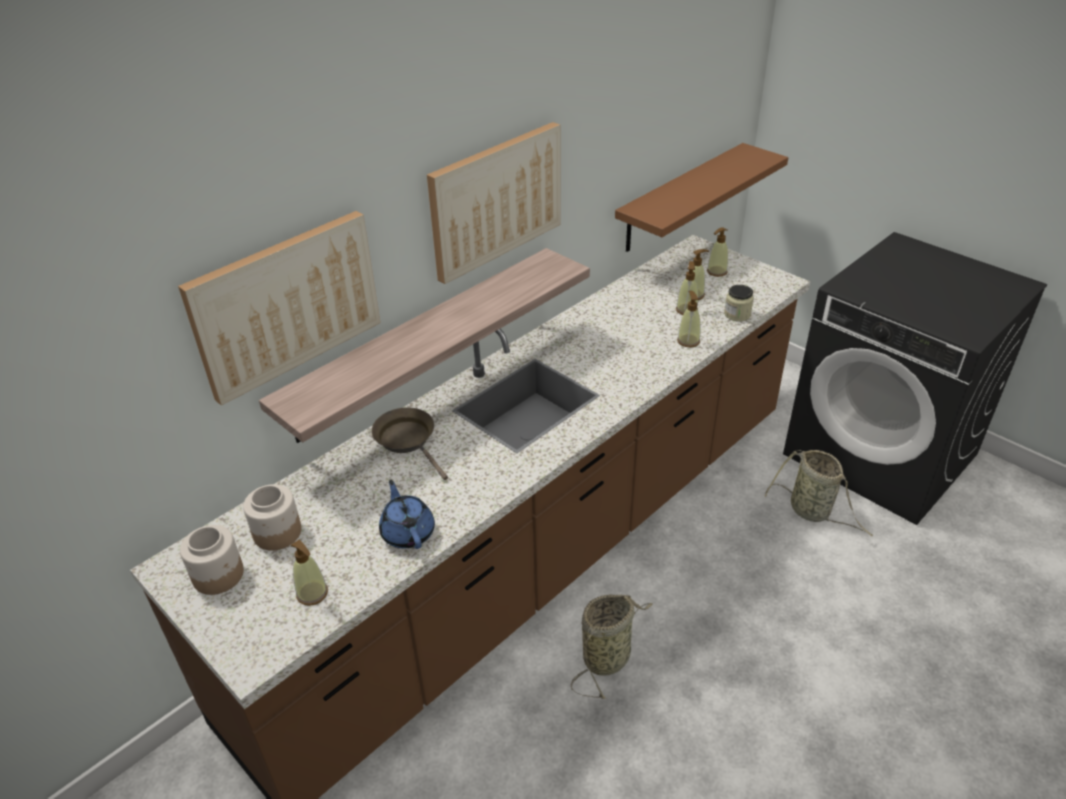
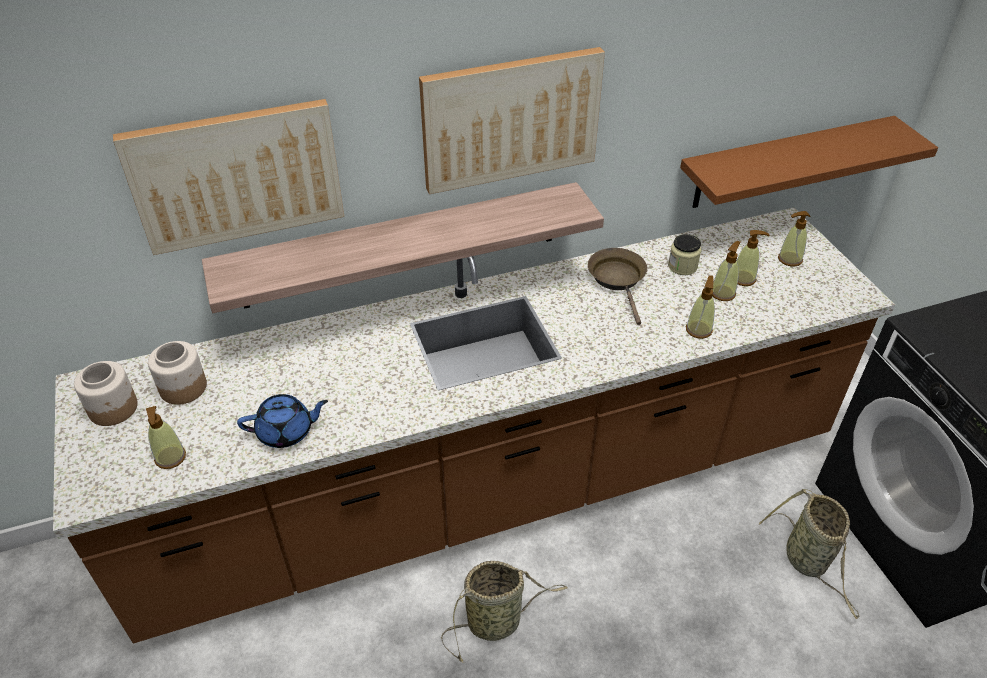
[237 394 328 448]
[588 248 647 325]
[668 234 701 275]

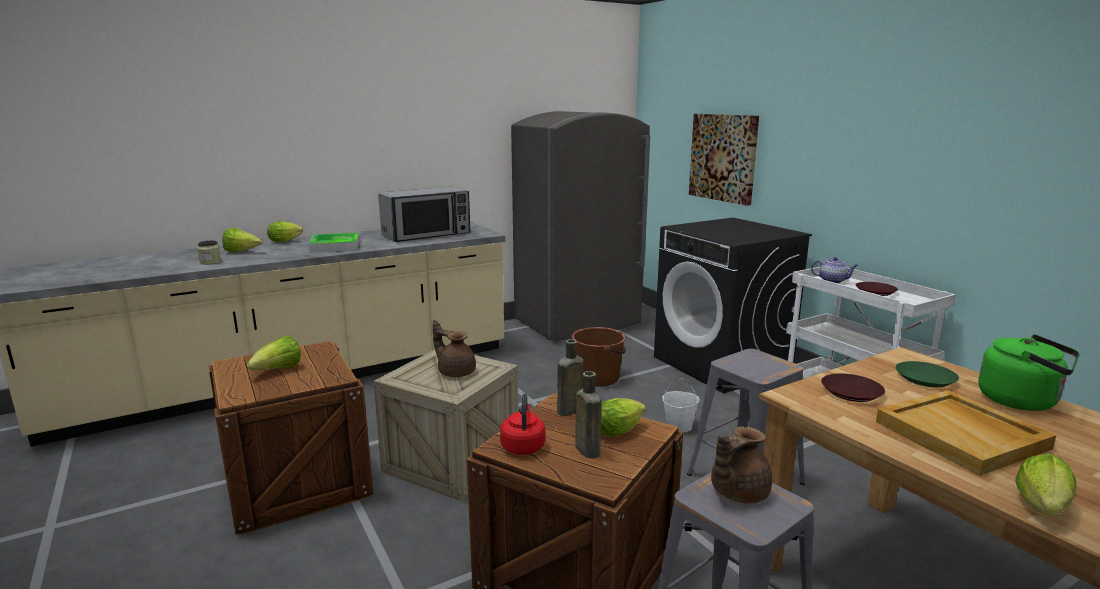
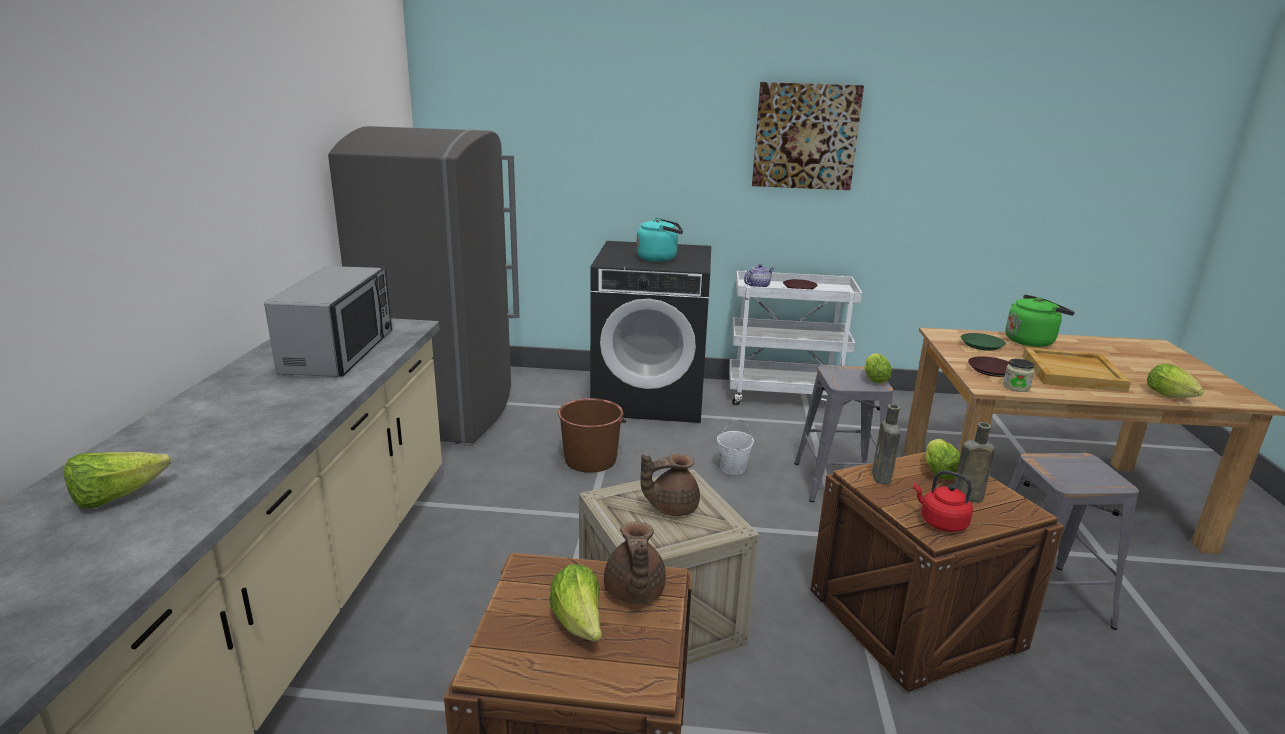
[604 522 666 604]
[636 218 683 262]
[752 82 864 190]
[864 353 892 383]
[1003 359 1035 392]
[308 233 359 253] (first image)

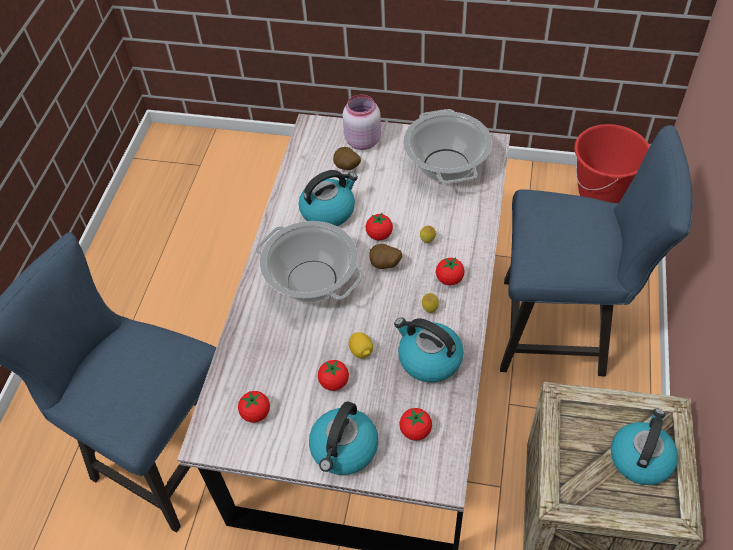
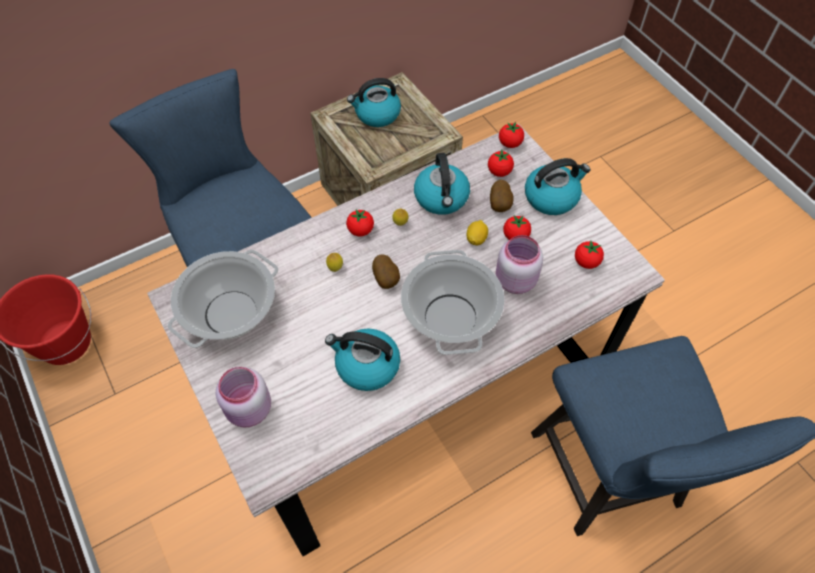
[490 180 513 212]
[496 235 543 294]
[499 122 524 148]

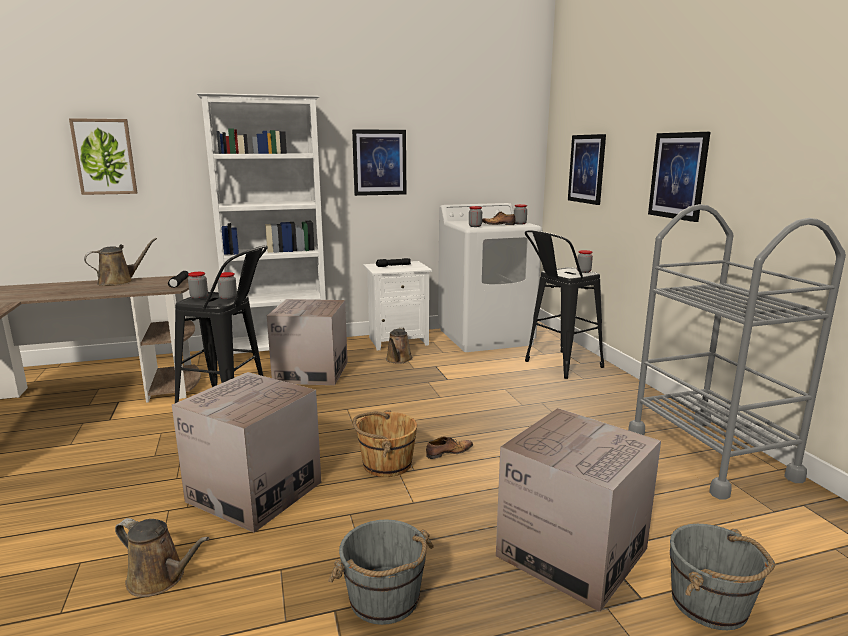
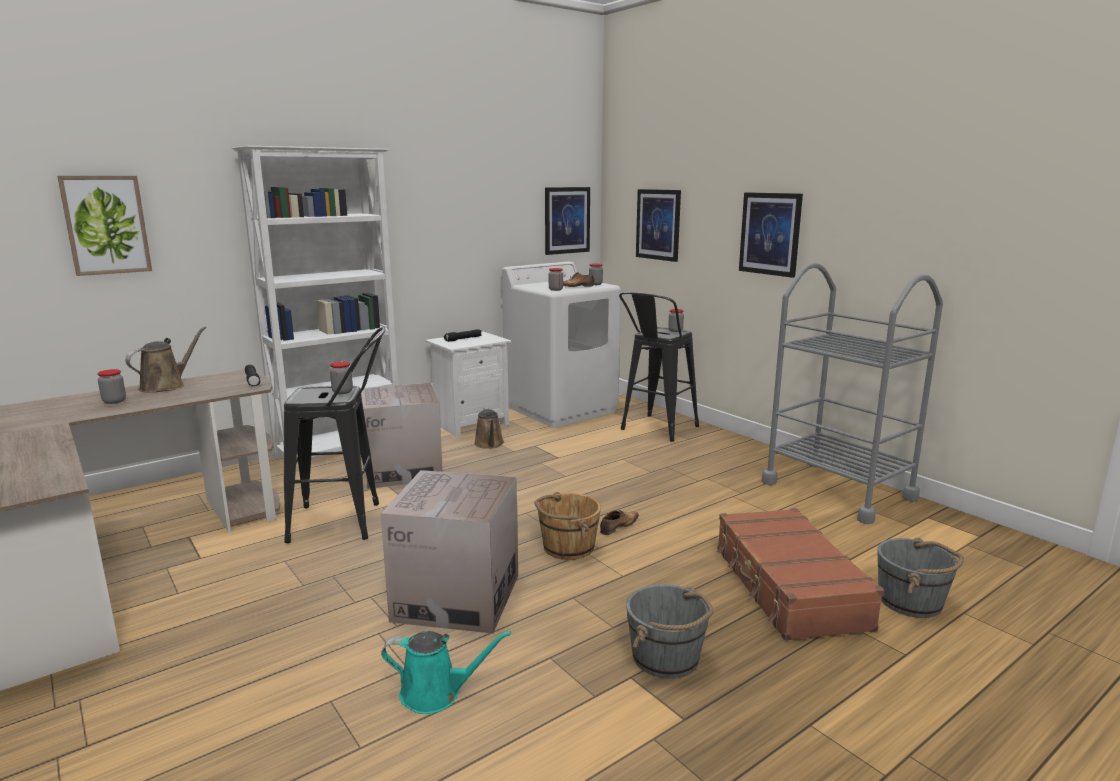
[97 369 126 404]
[381 631 511 714]
[545 187 590 255]
[717 508 884 640]

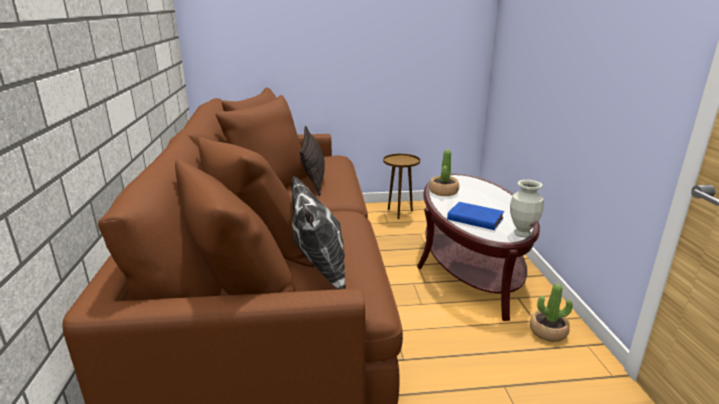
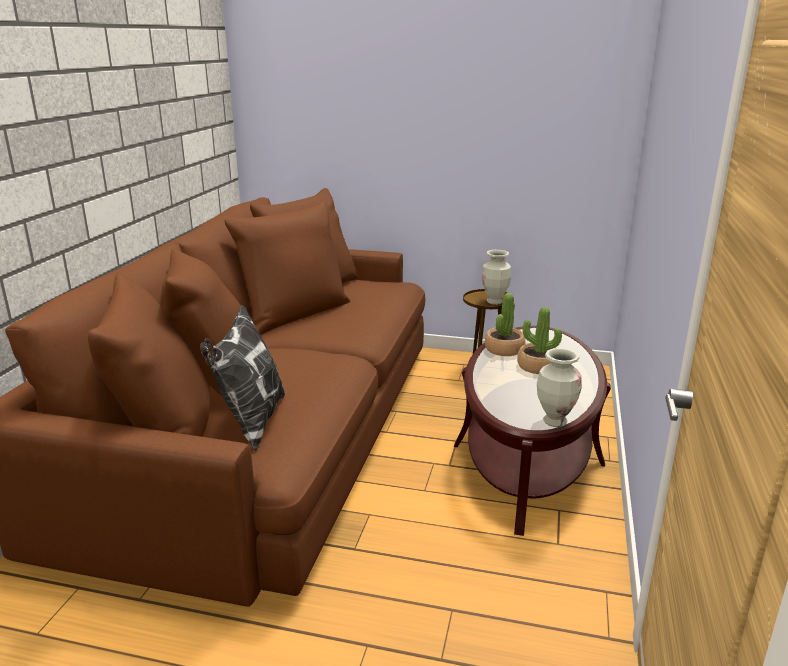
[482 250 511 305]
[517 307 562 374]
[300 126 325 196] (first image)
[447 202 504 230] (first image)

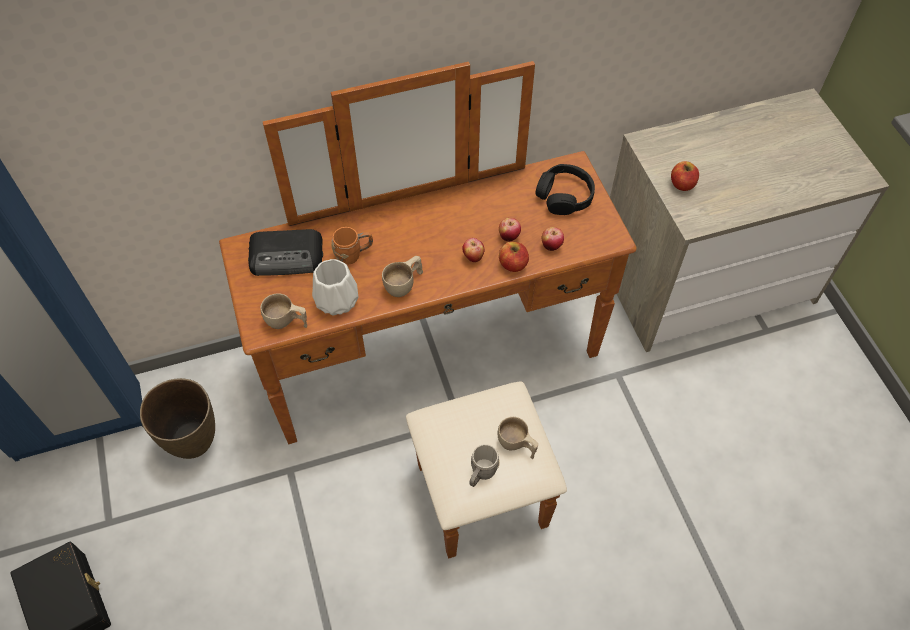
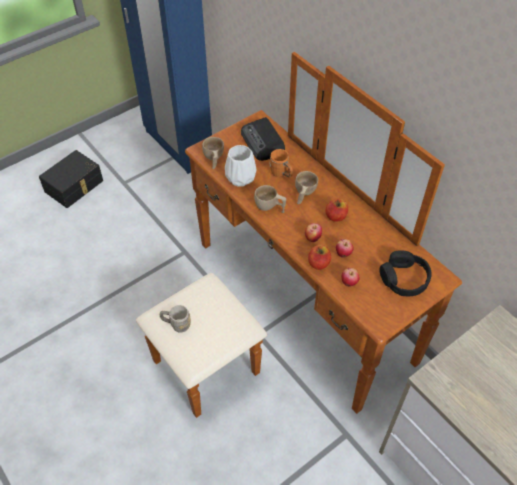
[295 171 318 204]
[326 198 348 222]
[140 378 215 459] (first image)

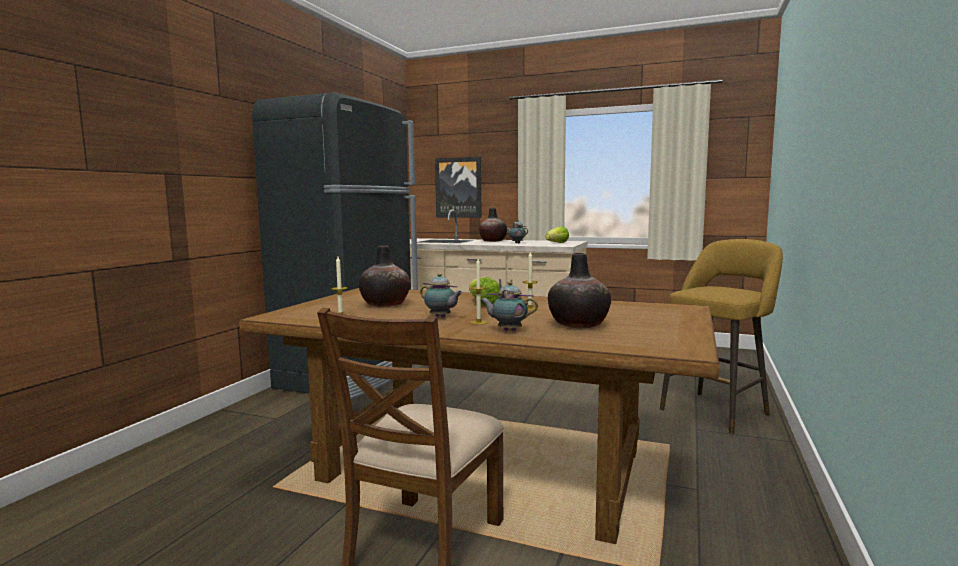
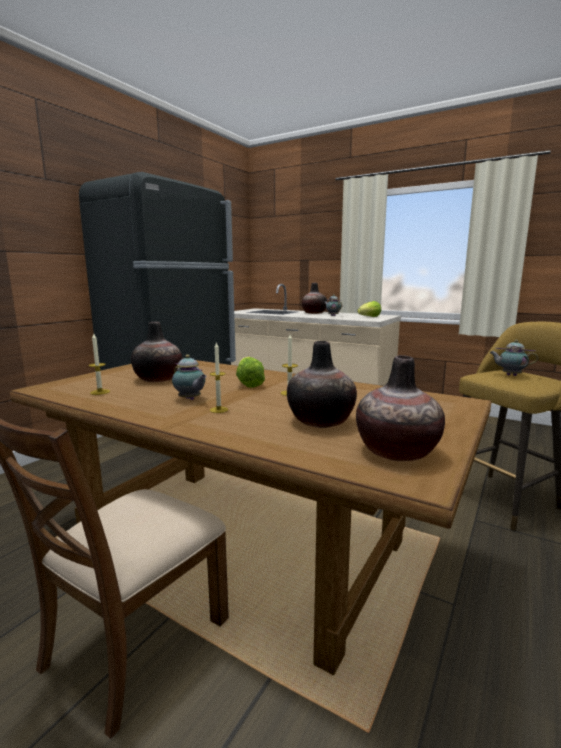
[356 355 445 461]
[489 340 538 376]
[435 157 482 218] (first image)

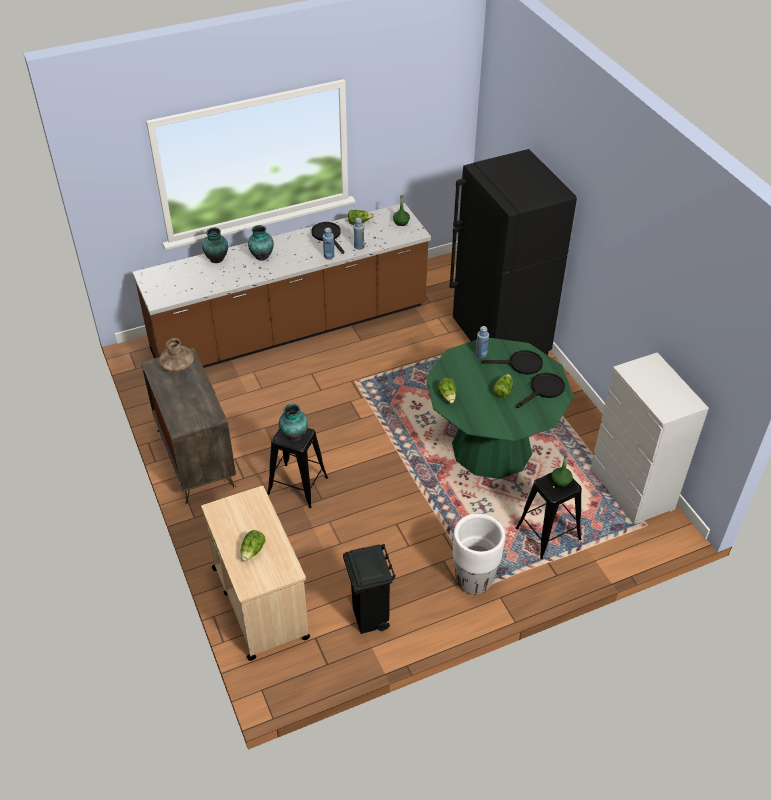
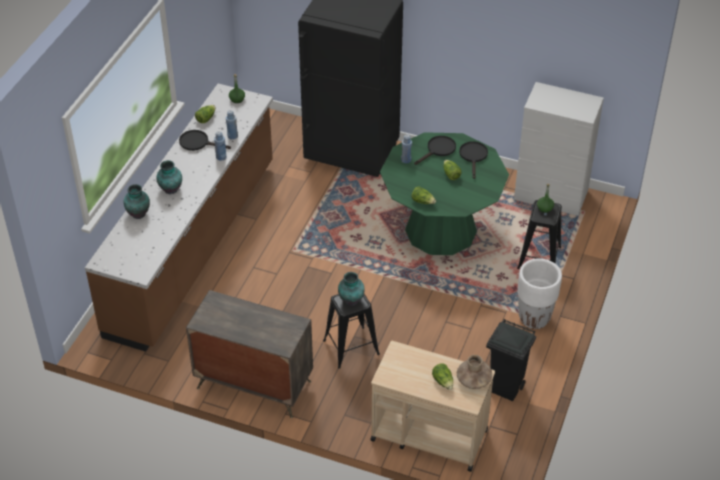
[457 355 492 389]

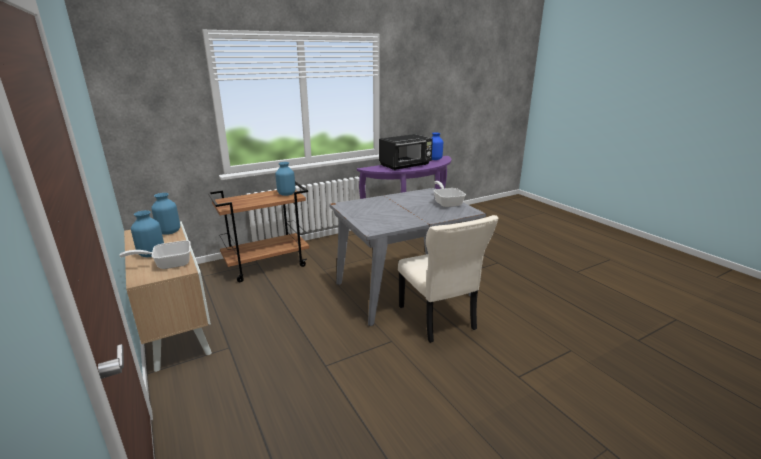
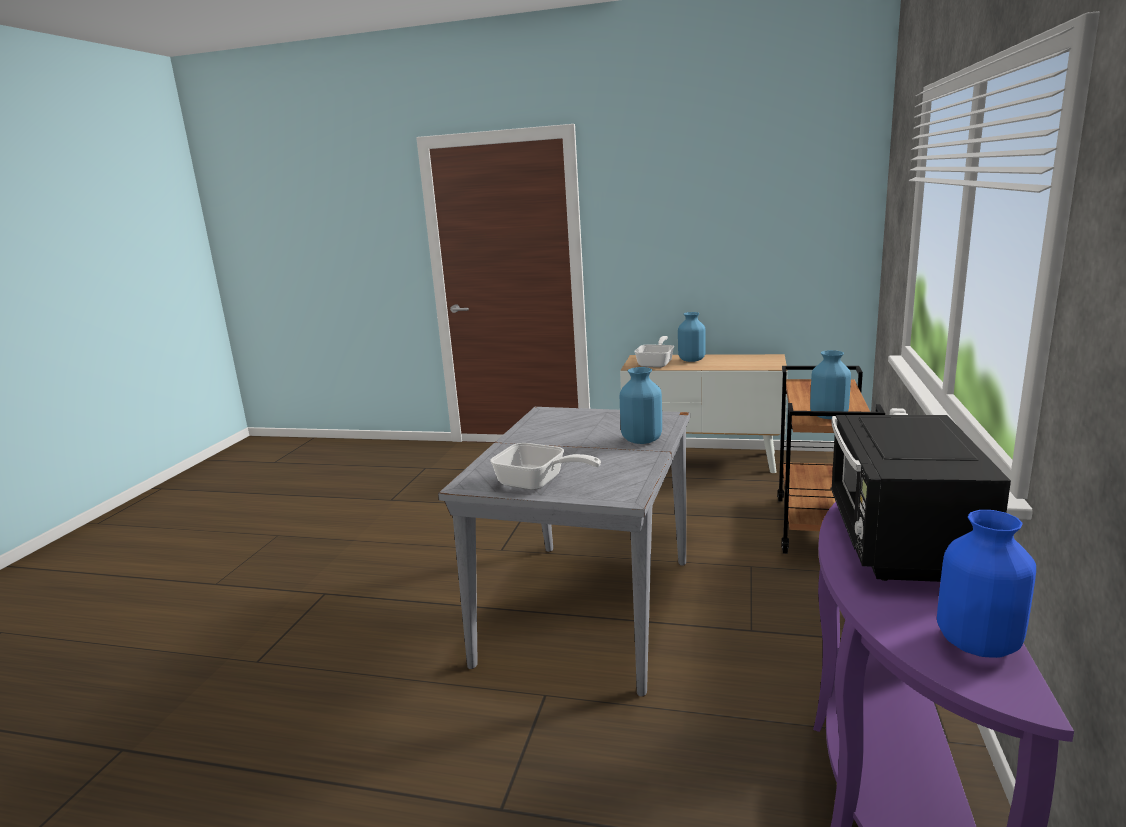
[620 367 662 444]
[398 215 498 343] (first image)

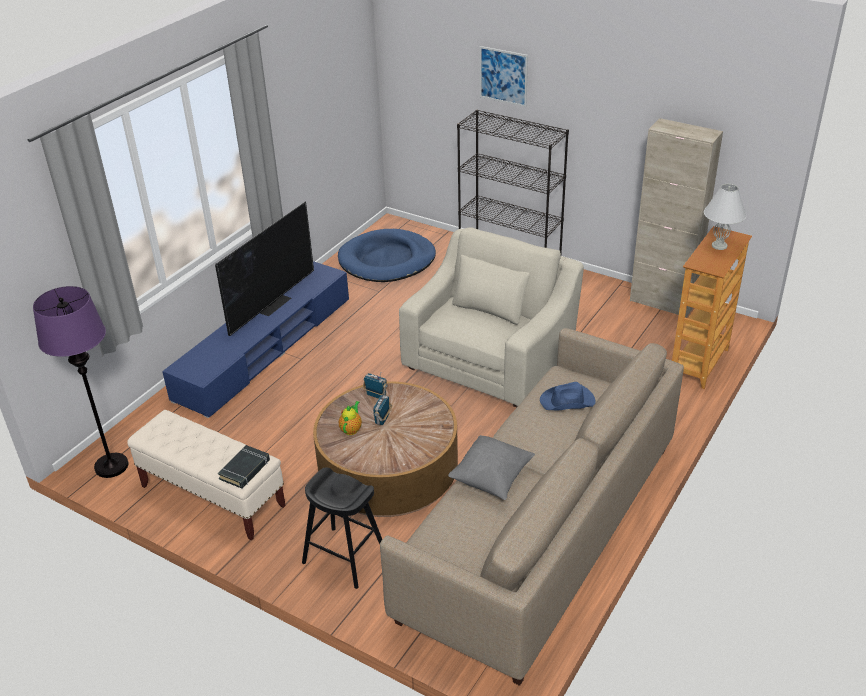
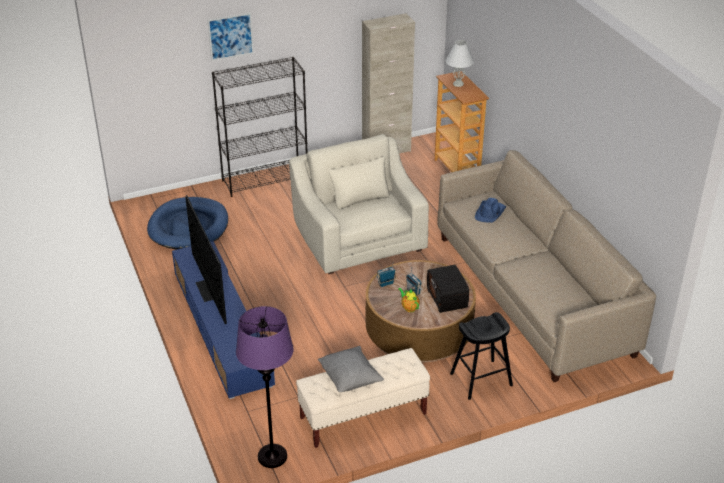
[318 346 384 392]
[427 265 469 313]
[218 445 270 489] (first image)

